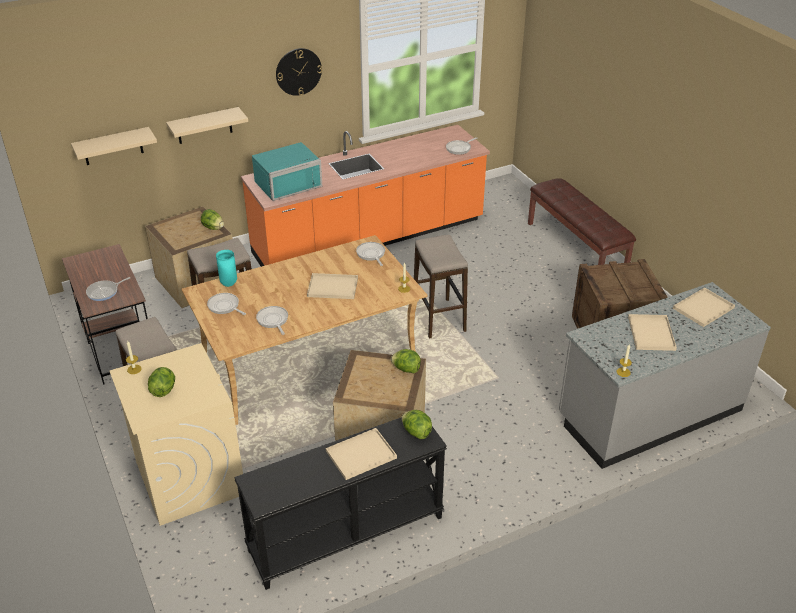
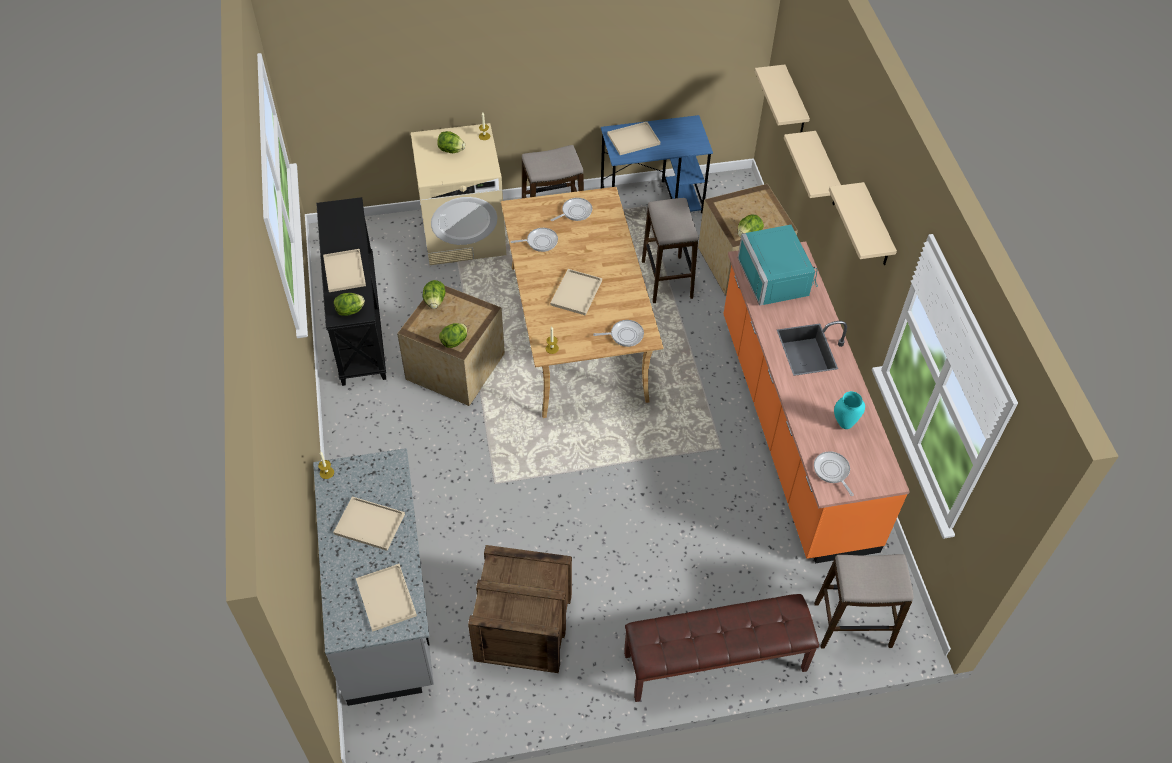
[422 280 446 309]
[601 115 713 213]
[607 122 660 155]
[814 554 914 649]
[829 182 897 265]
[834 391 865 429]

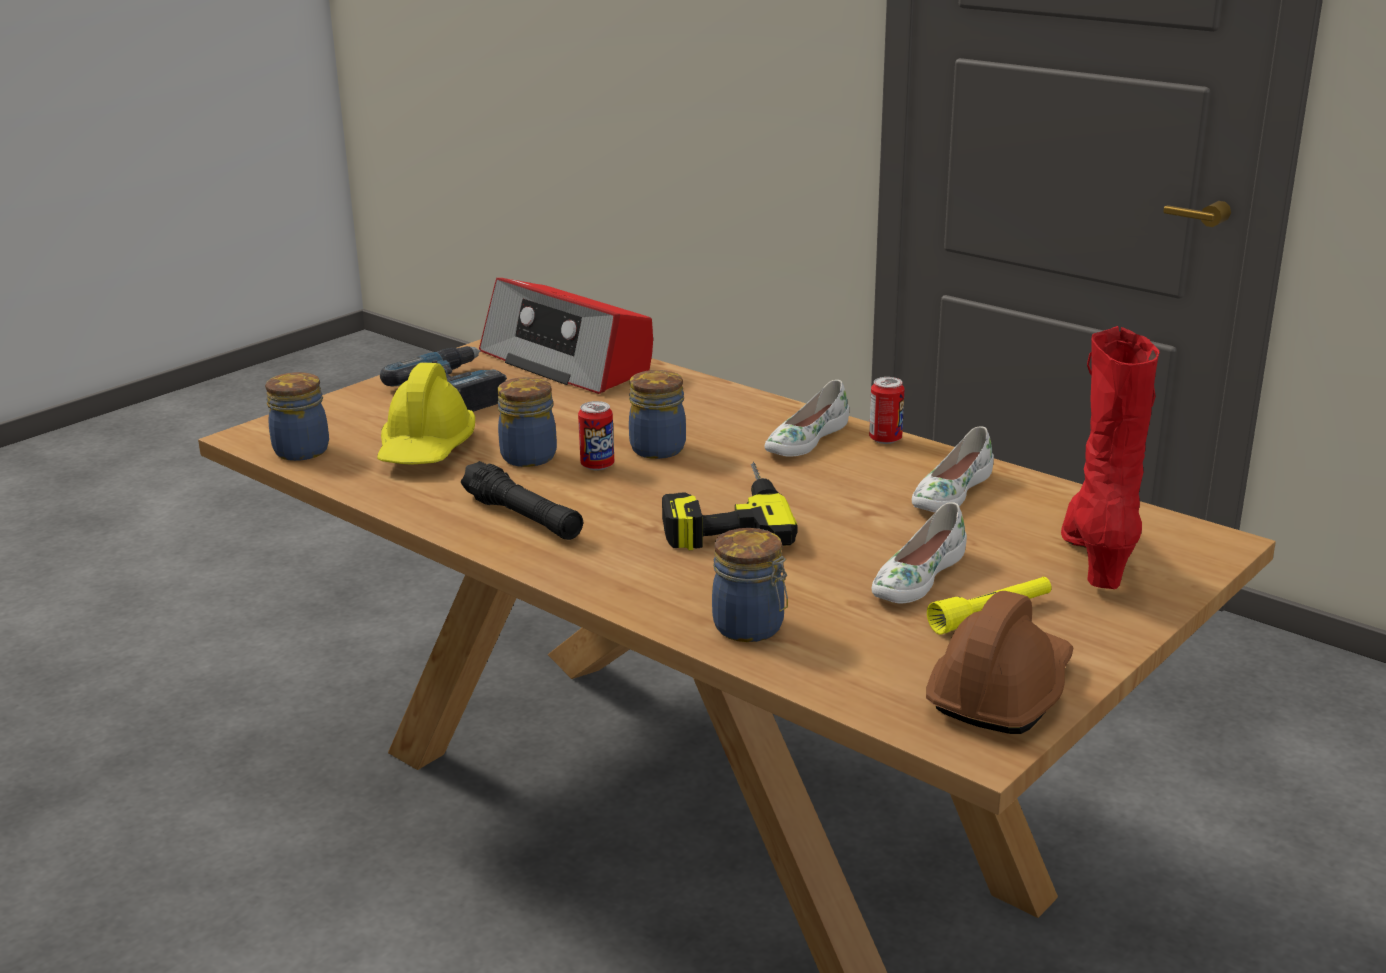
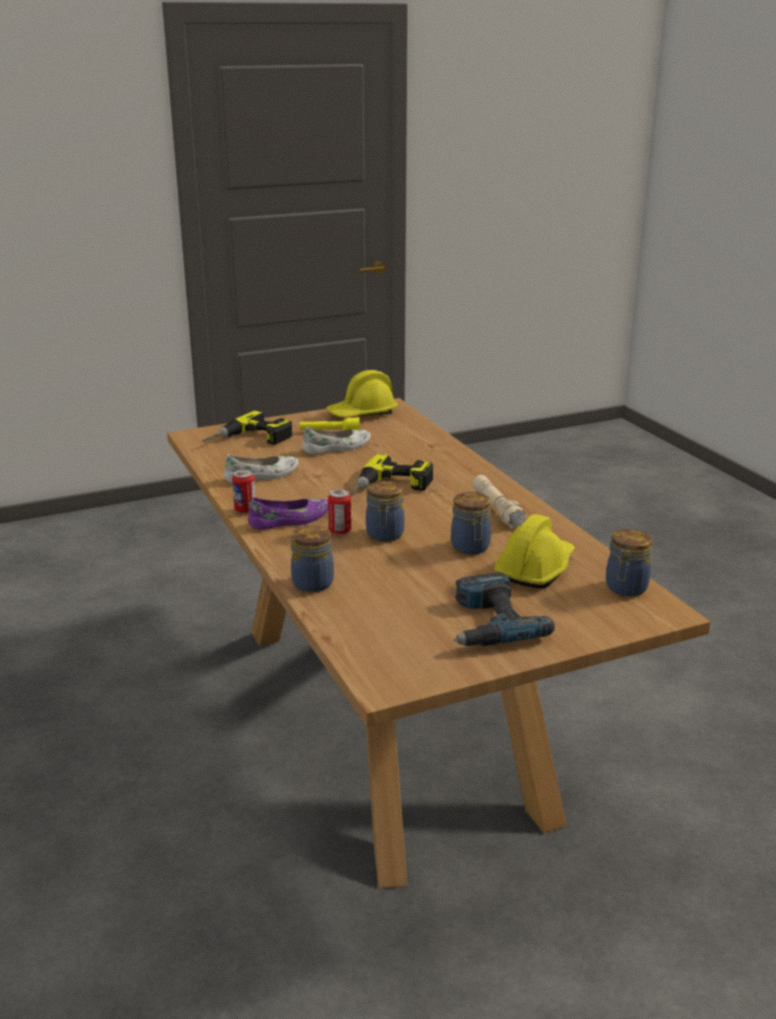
[202 411 292 445]
[248 497 328 530]
[291 525 334 592]
[326 370 398 417]
[328 489 351 535]
[472 475 527 529]
[479 278 653 394] (first image)

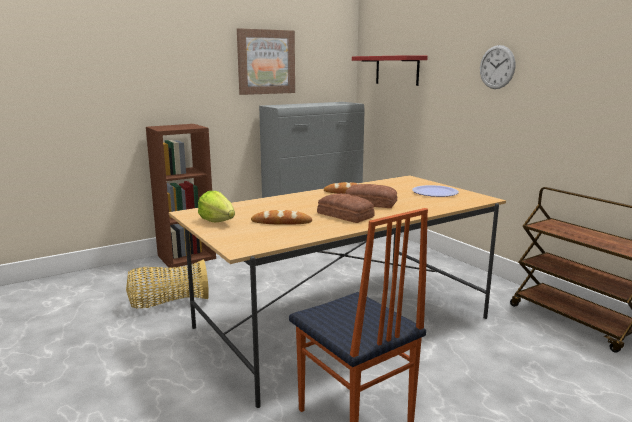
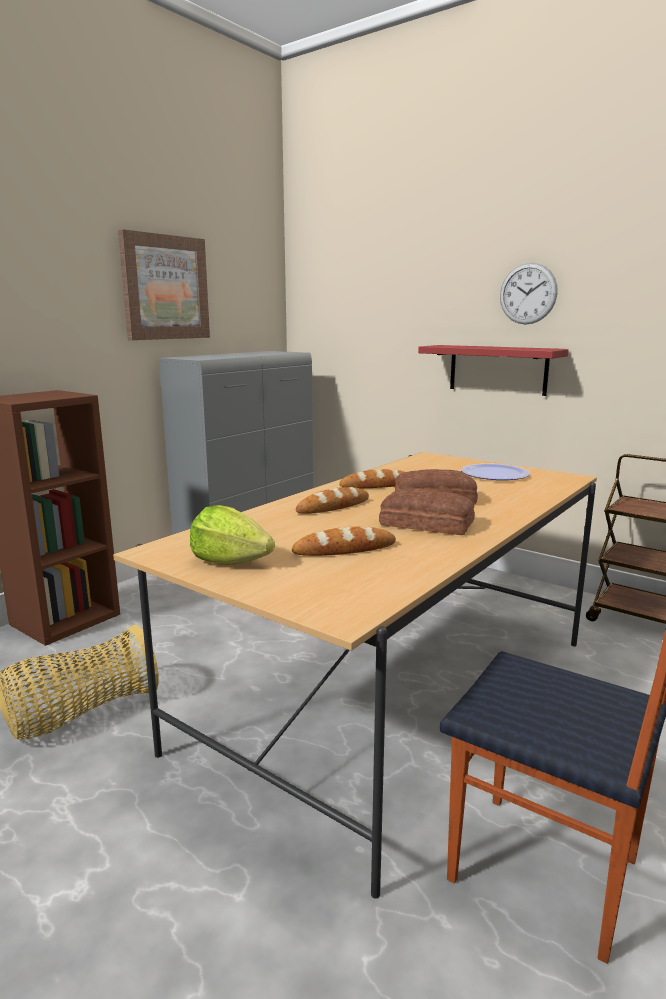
[296 487 369 514]
[418 345 569 396]

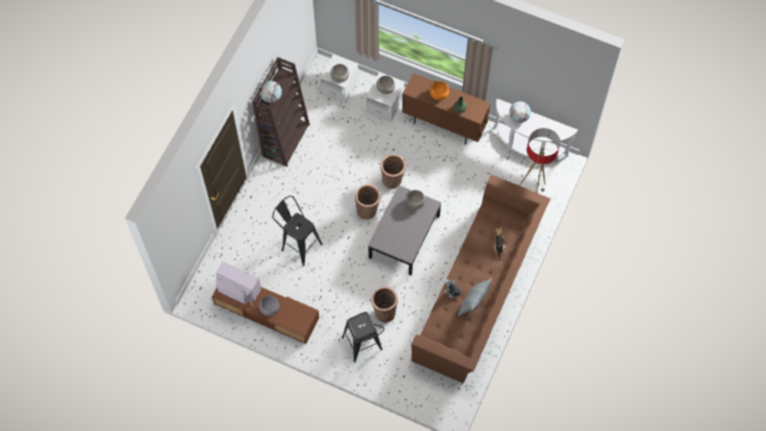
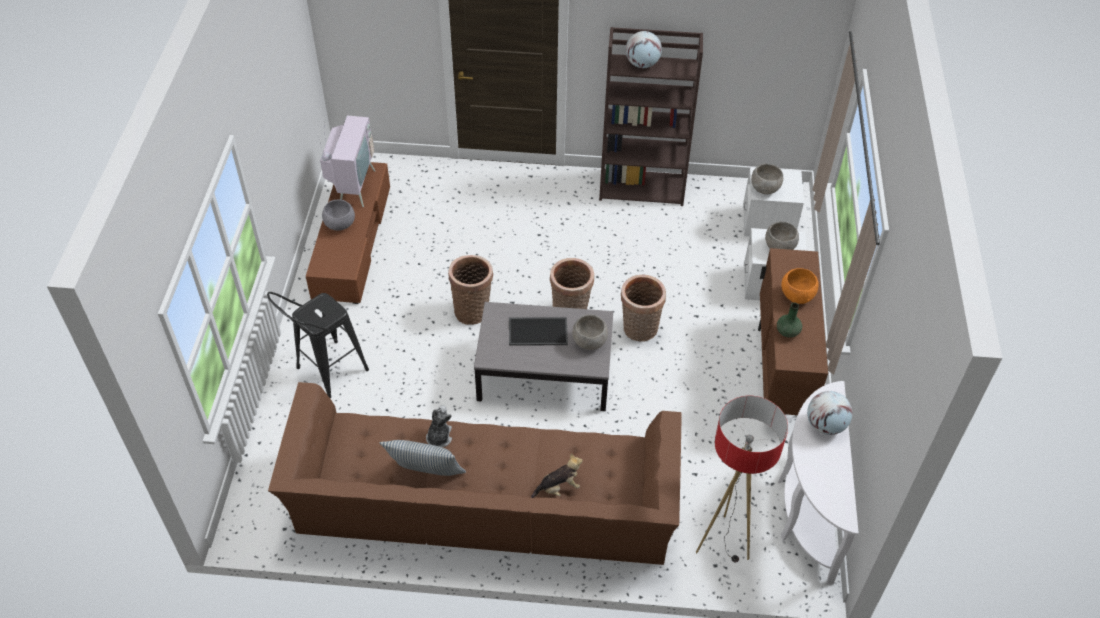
[448 255 493 325]
[509 317 568 346]
[272 196 323 266] (first image)

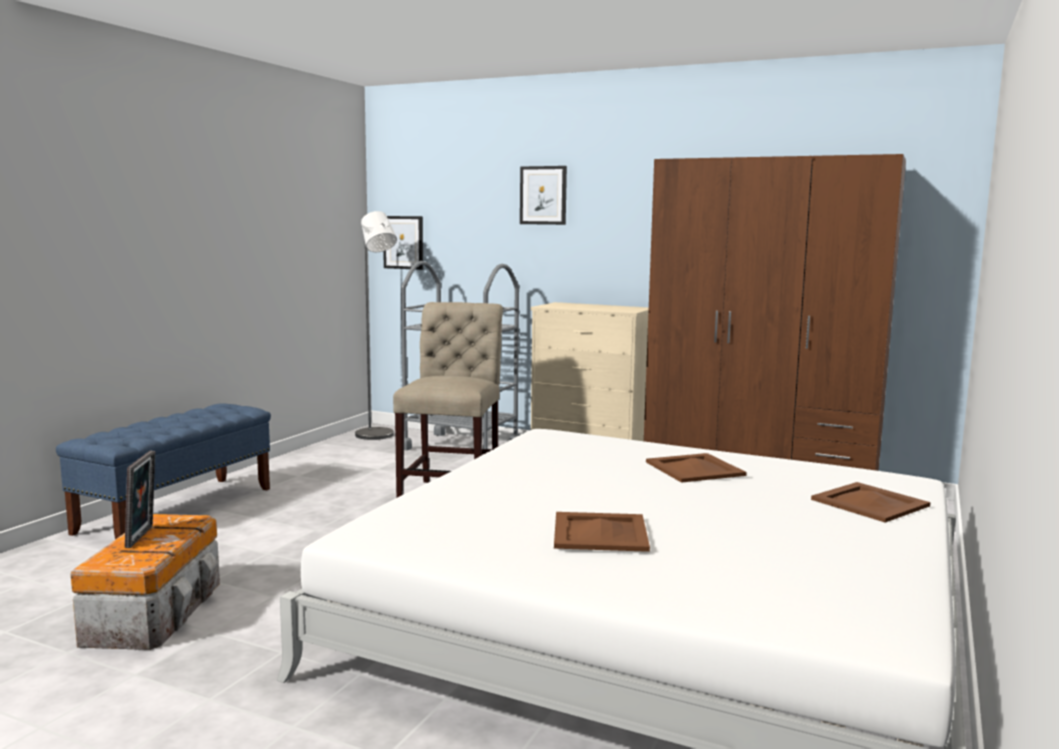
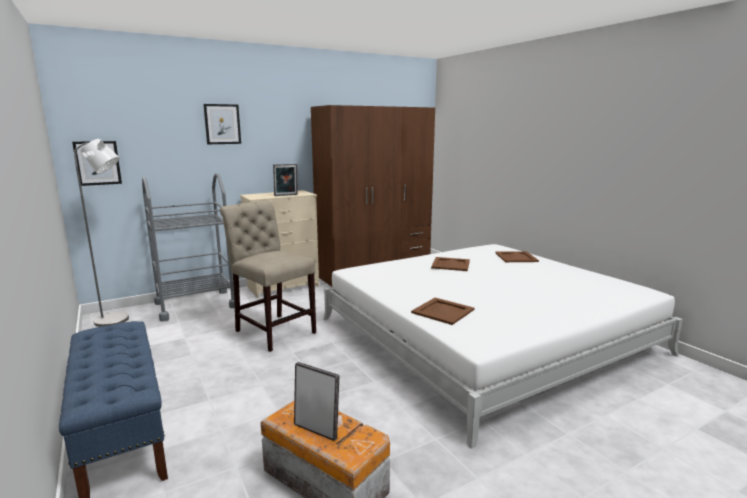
[273 164 298 196]
[411 298 474 325]

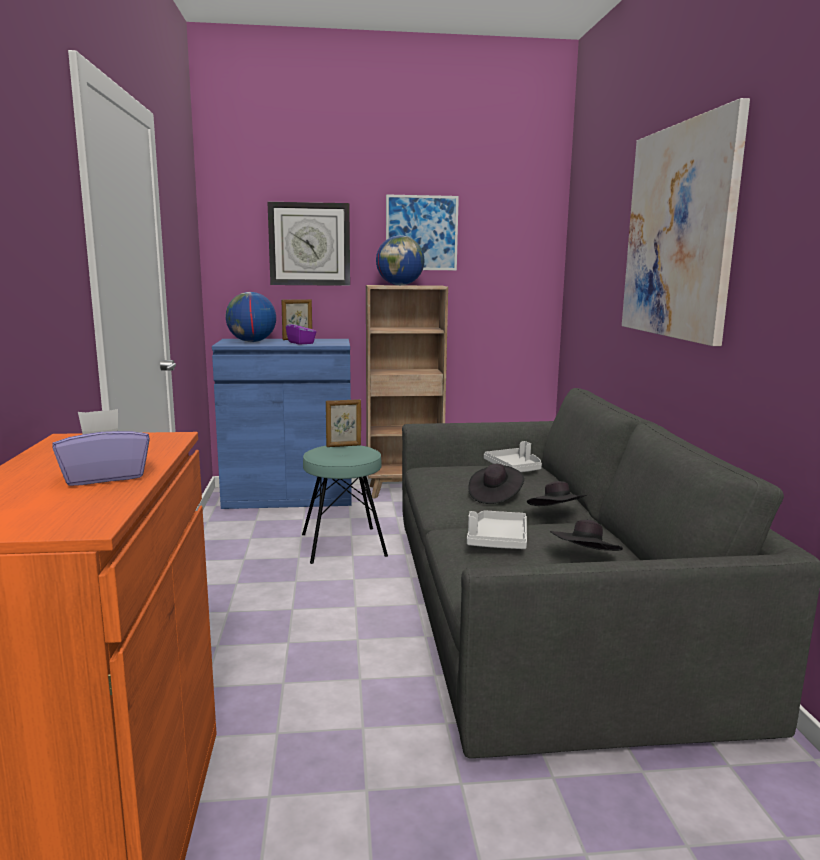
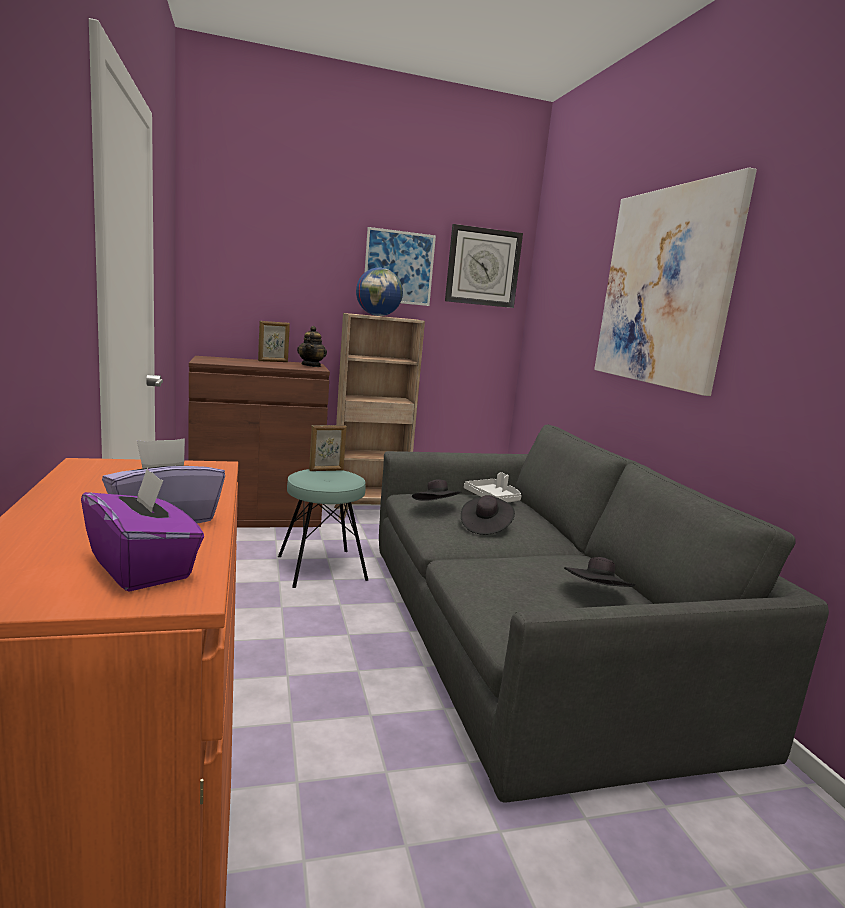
[81 467 204 592]
[188 356 330 528]
[297 326 327 367]
[412 479 461 501]
[445 224 523 308]
[226 292 276 342] (first image)
[467 510 527 549] (first image)

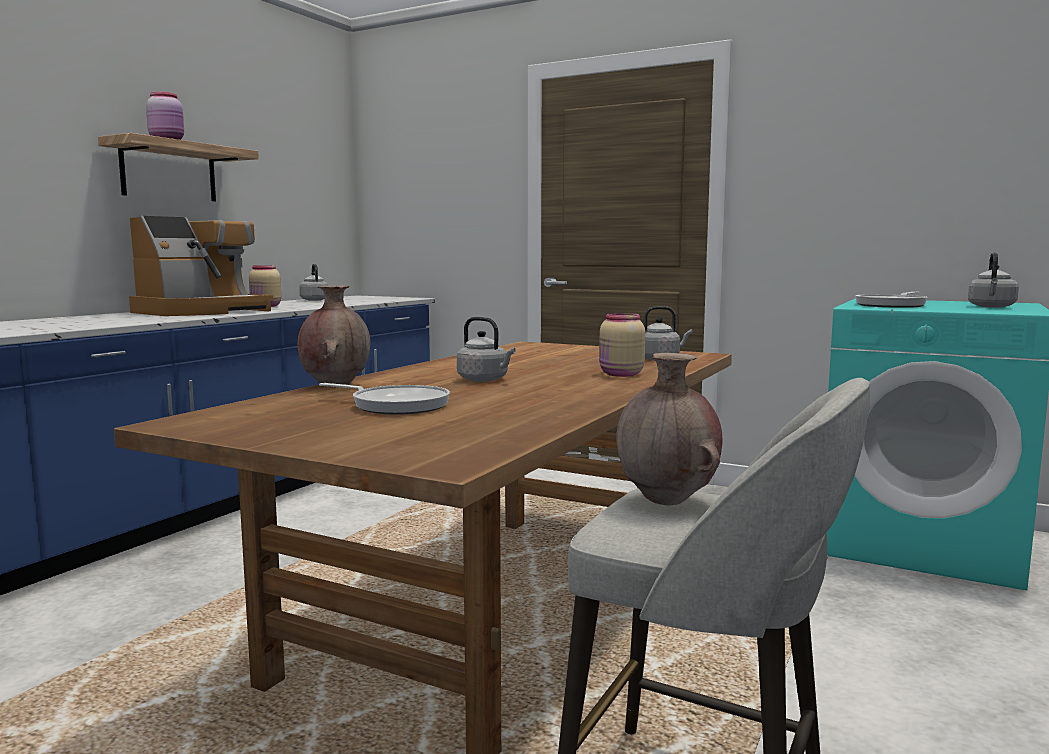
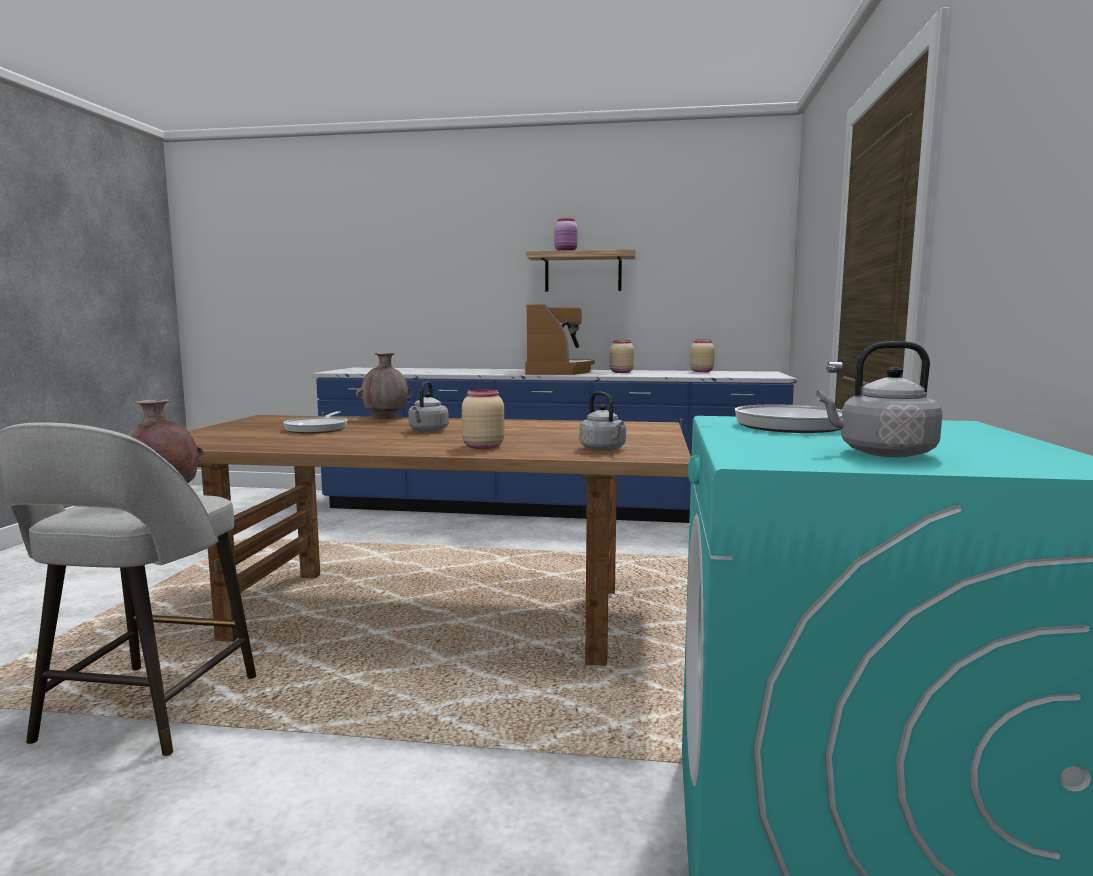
[525 304 595 375]
[690 340 715 372]

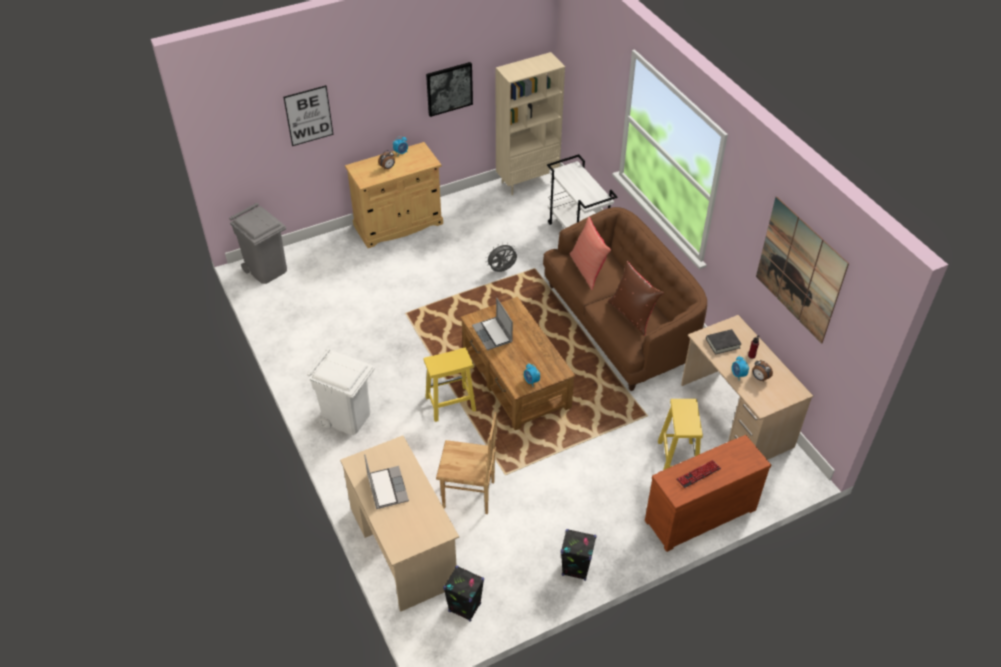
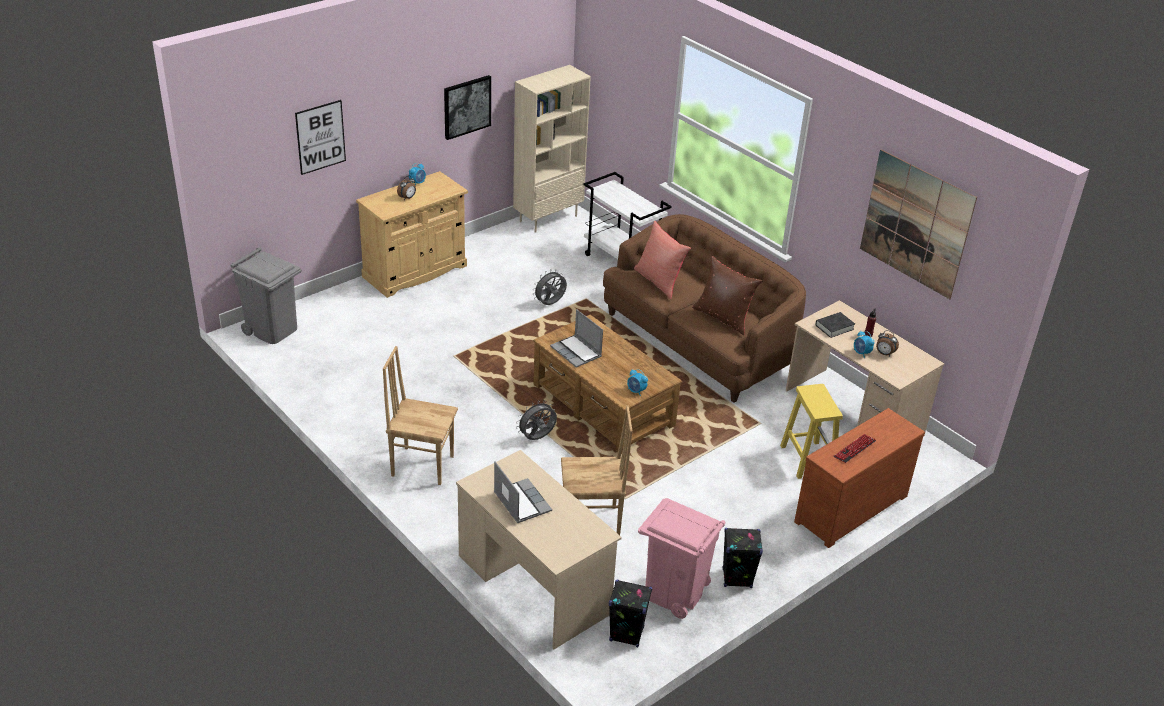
[383 346 458 485]
[516 400 557 440]
[638 498 725 619]

